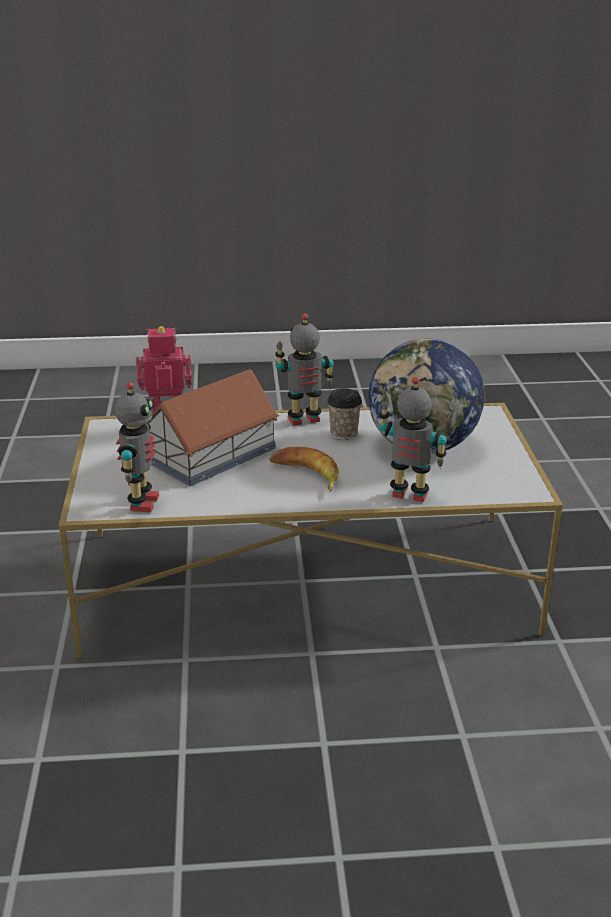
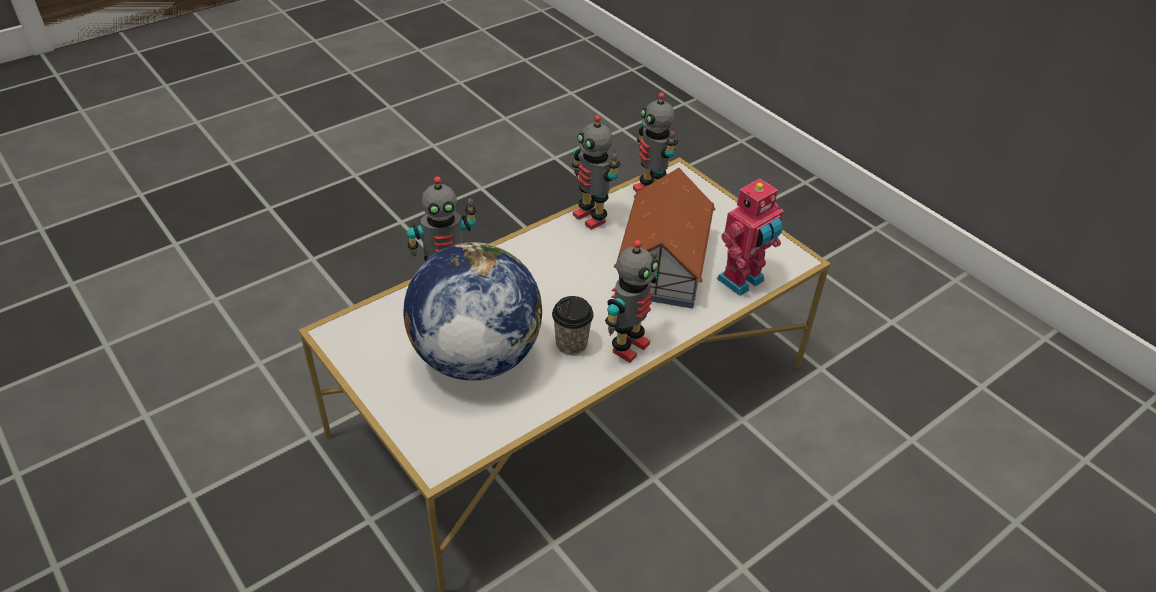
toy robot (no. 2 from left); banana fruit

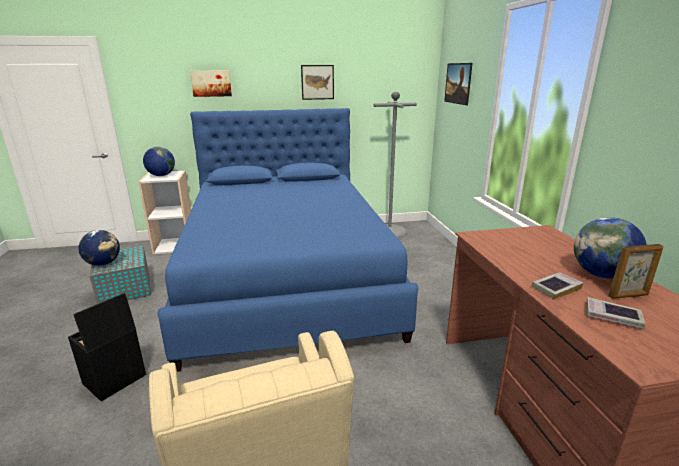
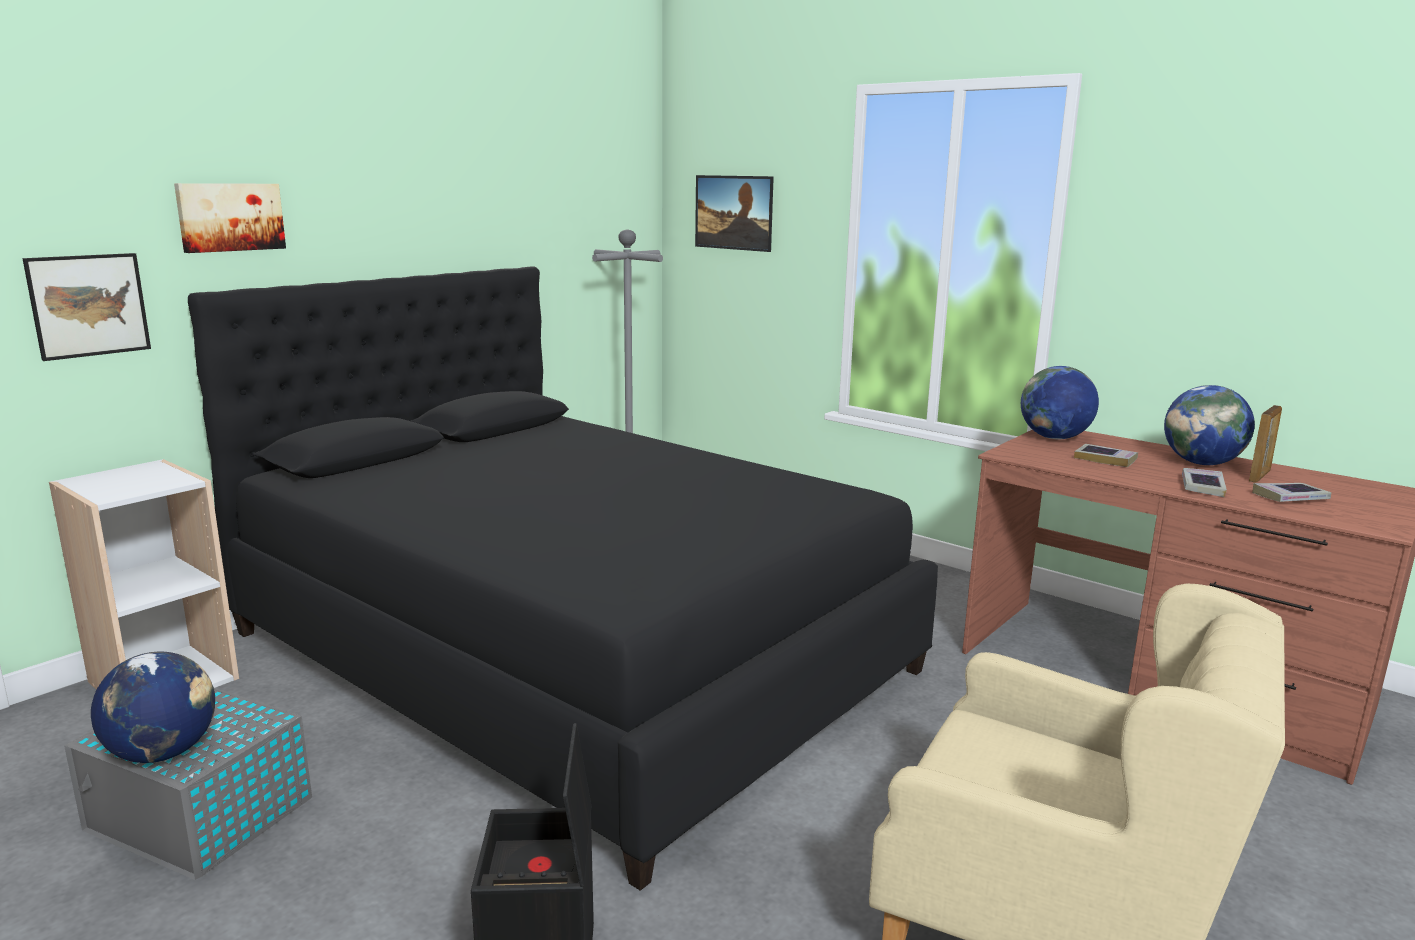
picture (no. 1 from left); bedroom bed (black-coloured); desk globe (no. 2 from left); book (no. 1 from left)

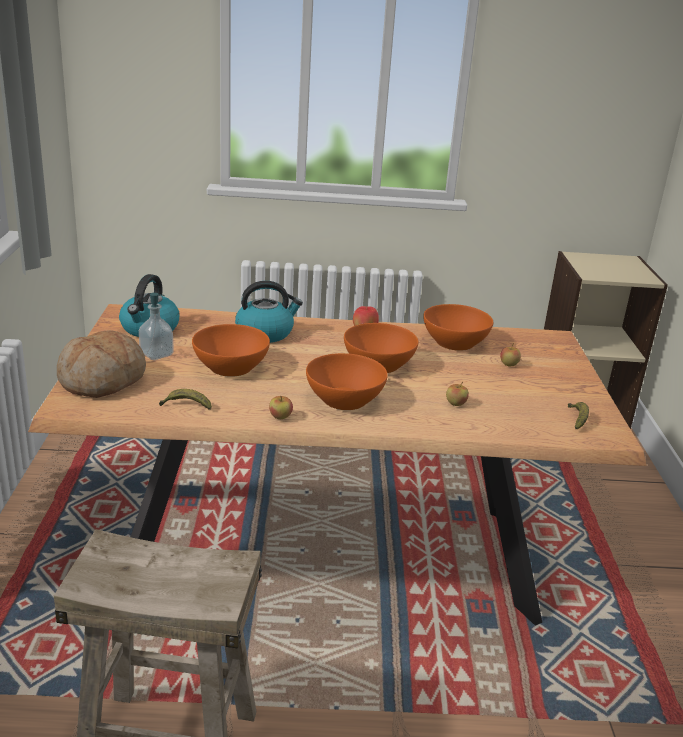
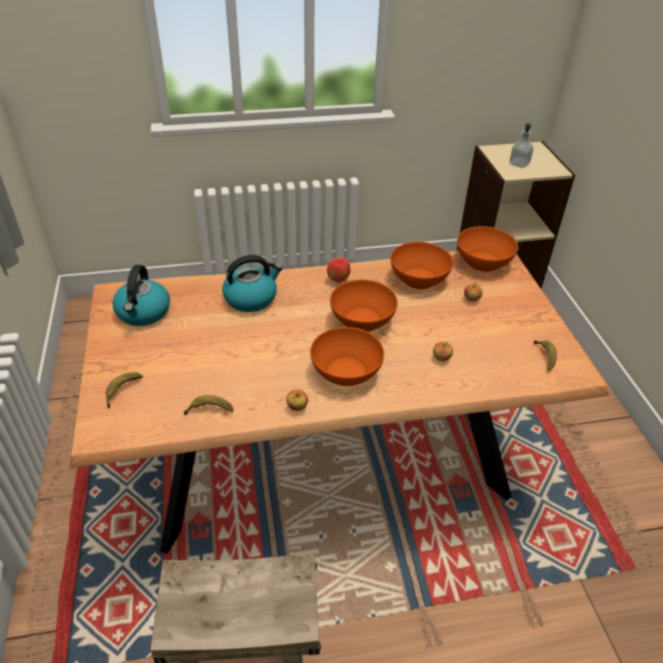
banana fruit (no. 1 from left); serving bowl (orangey) (no. 4 from left); soap dispenser

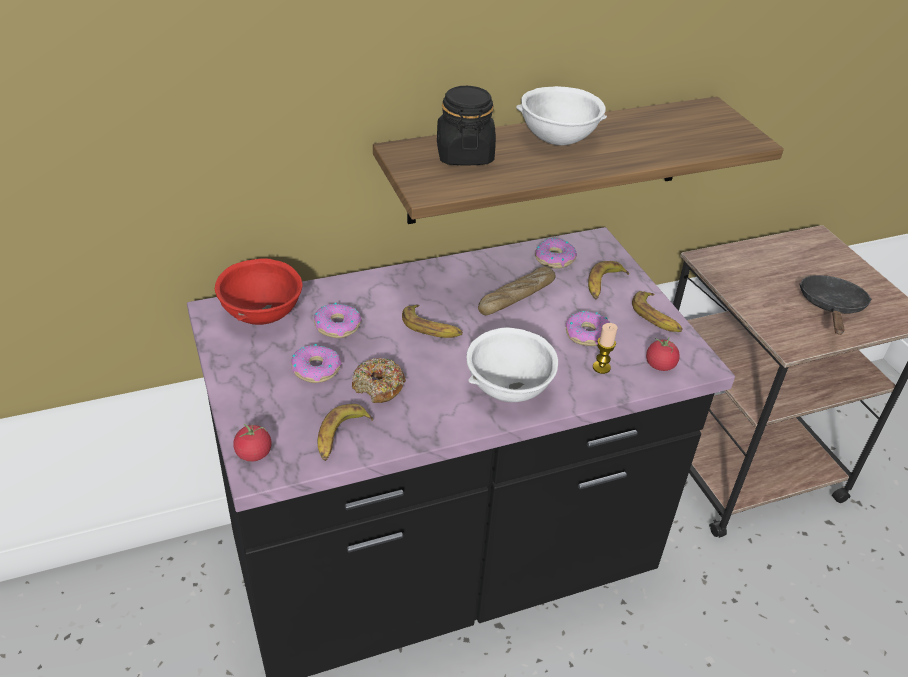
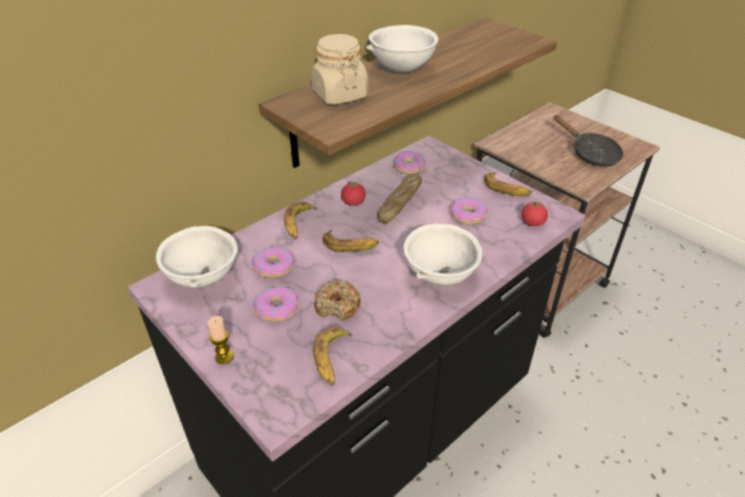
serving bowl (whitish) (no. 1 from left); wax light; banana fruit (no. 1 from left); storage jar (sand-coloured); fresh tomato (no. 1 from left); skillet (black-coloured)

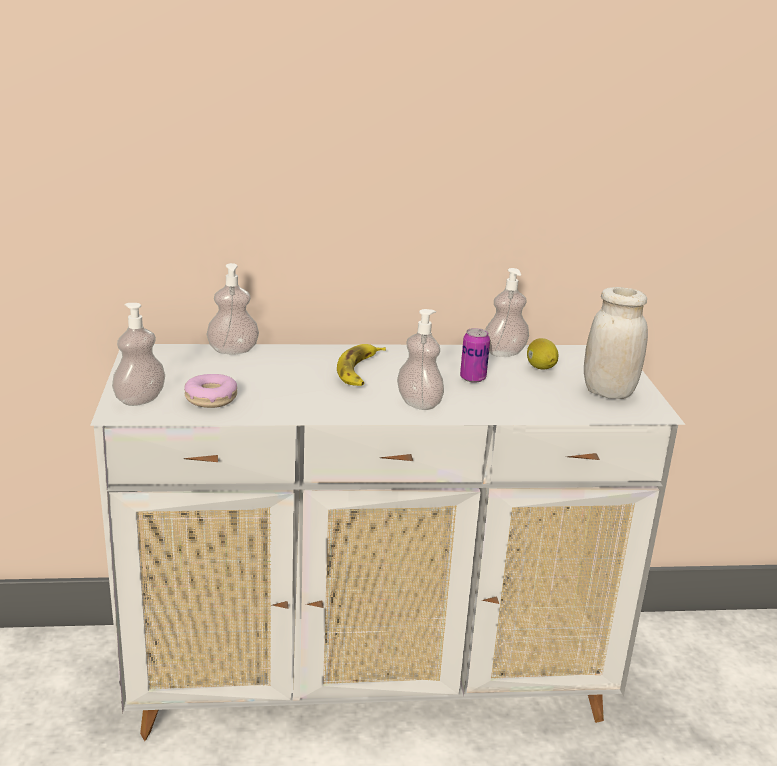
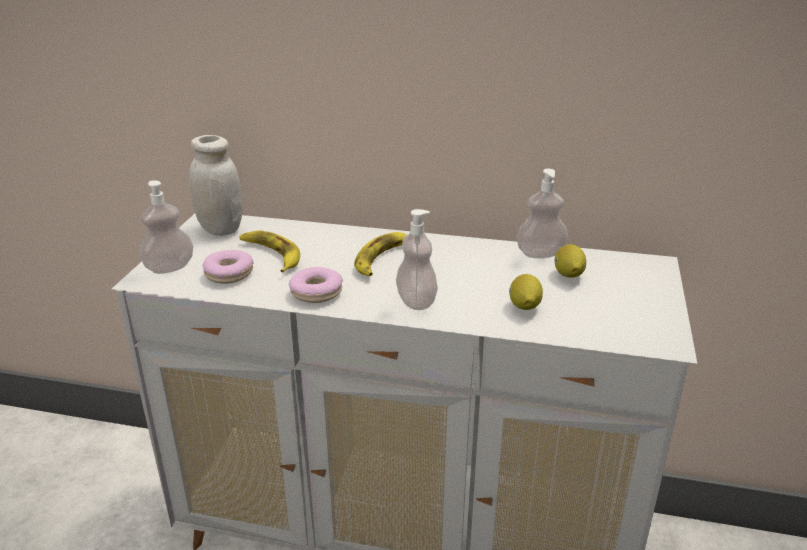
storage jar (whitish); banana fruit (no. 1 from left); doughnut (no. 2 from left); lemon (no. 1 from left); soap dispenser (no. 2 from left in the first image); metal can

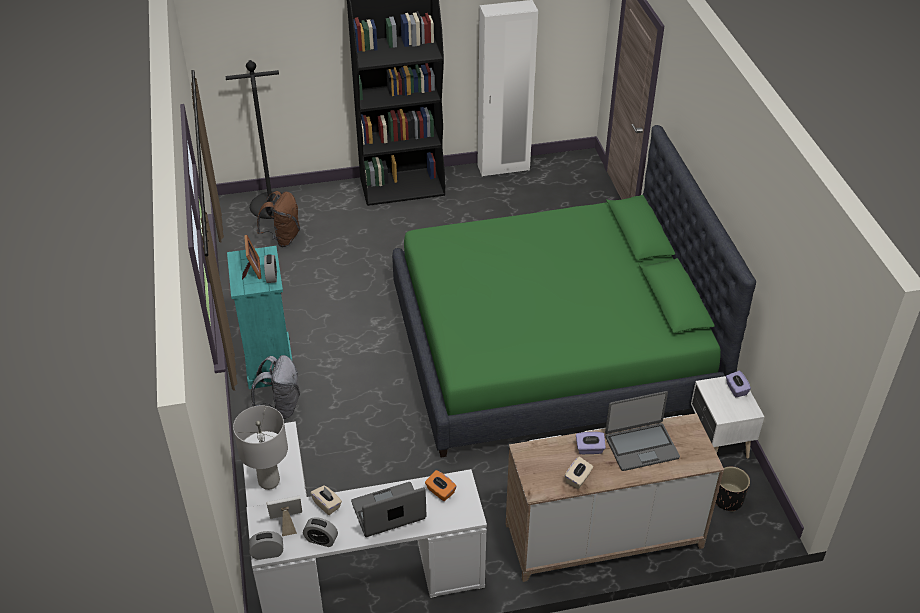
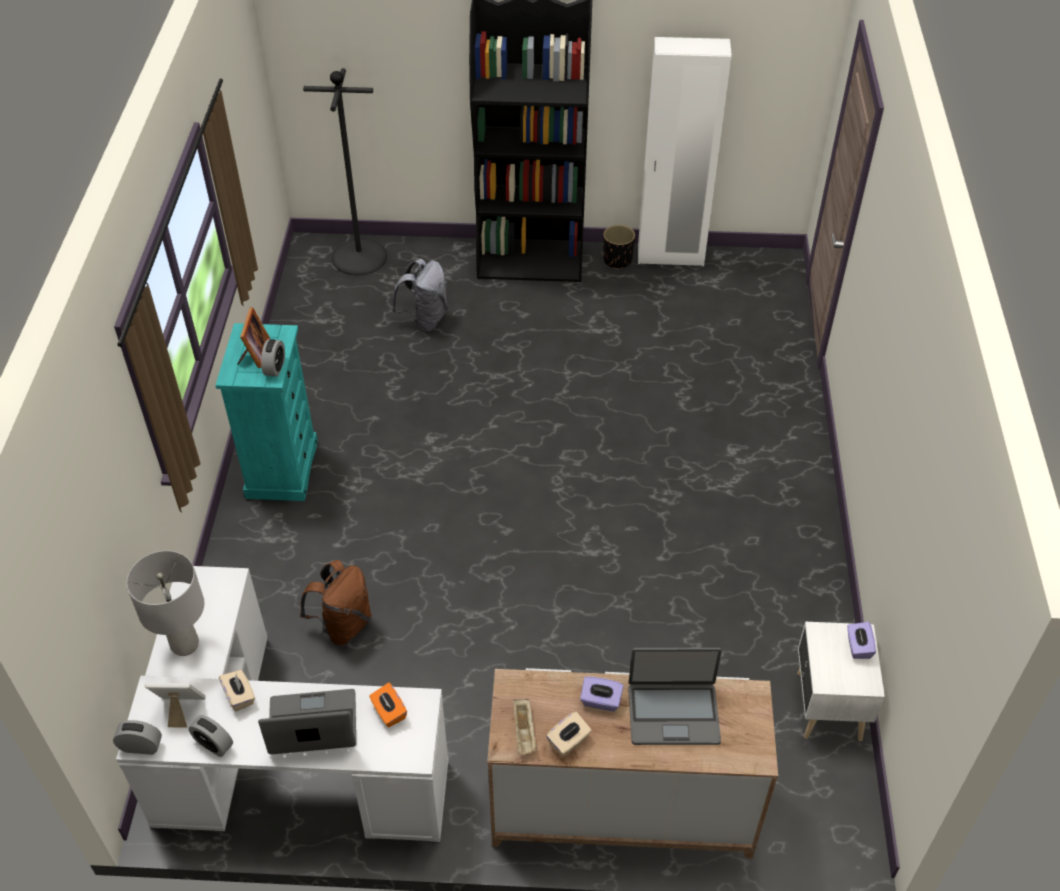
rucksack (brown-coloured); rucksack (gray); tray (sand-coloured); planter (black-coloured); bedroom bed (greenish)

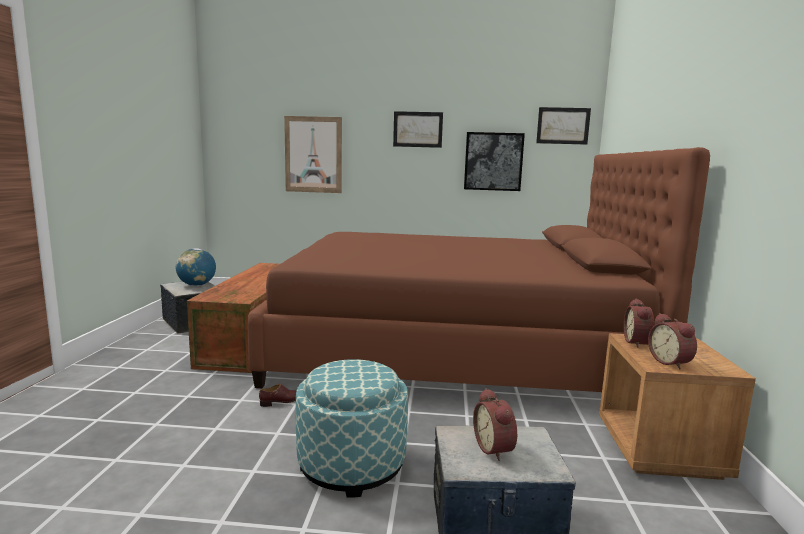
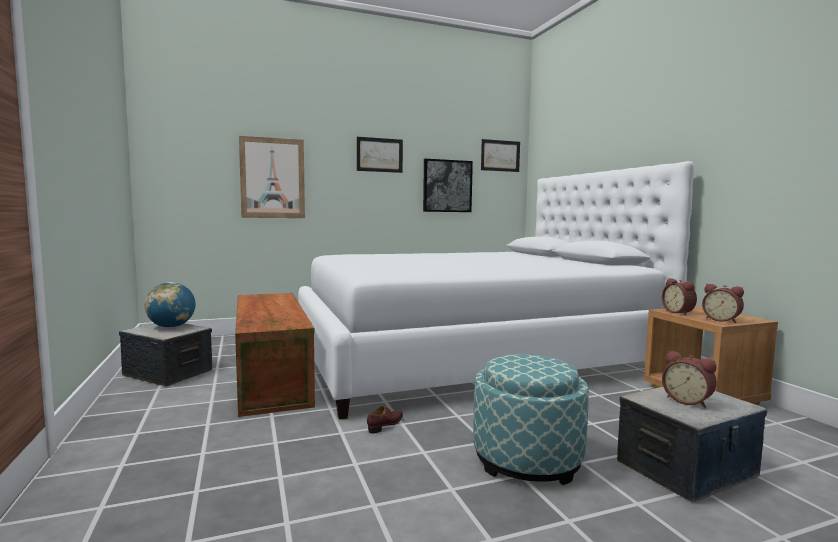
bedroom bed (whitish)

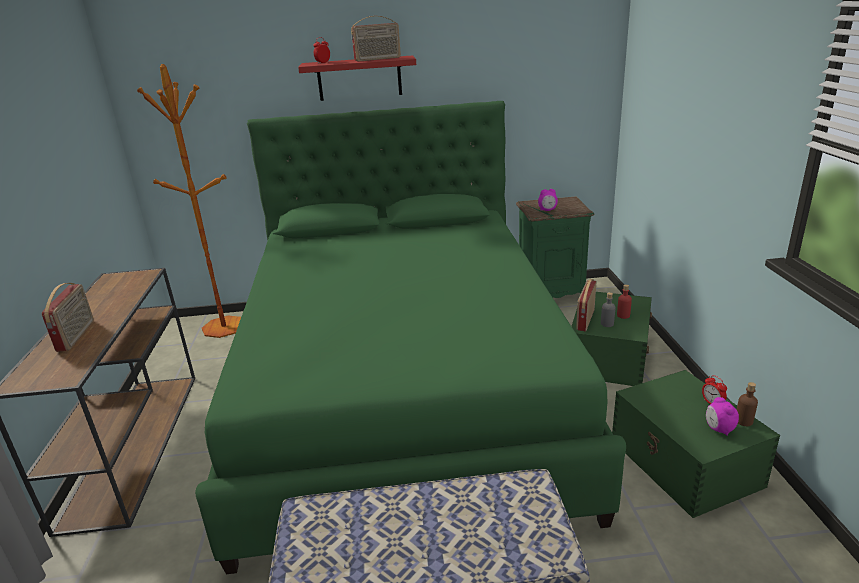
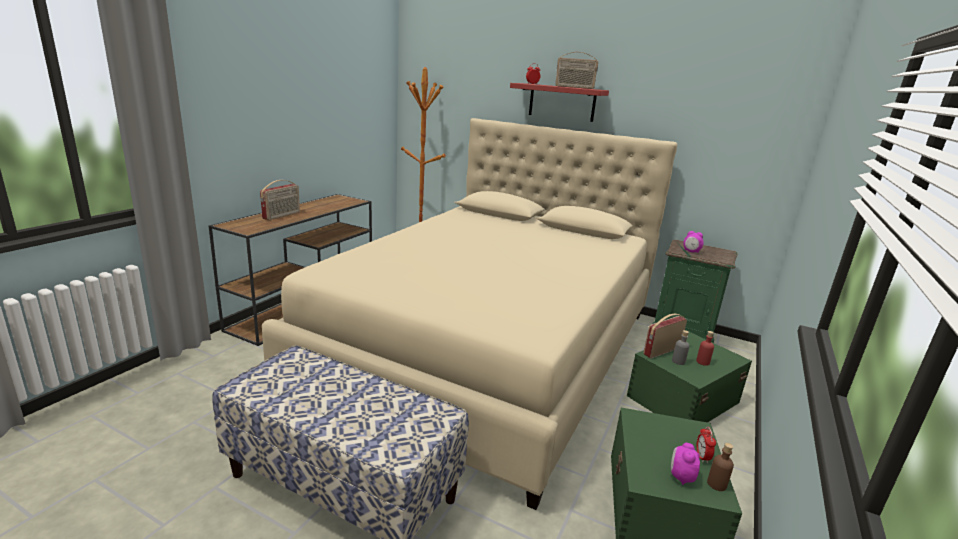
bedroom bed (sand-coloured)

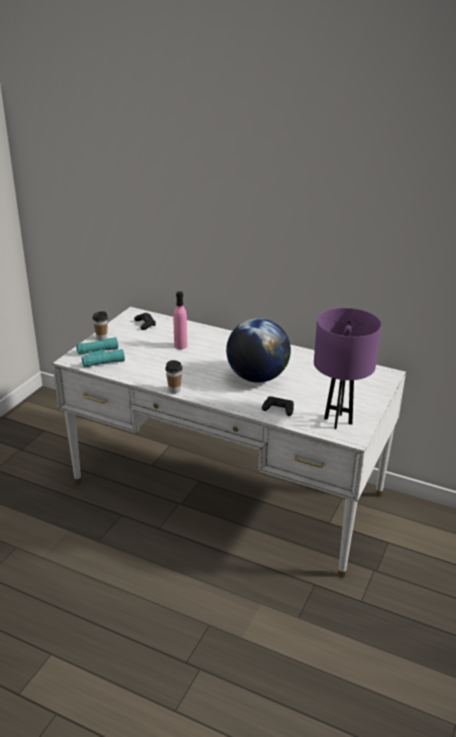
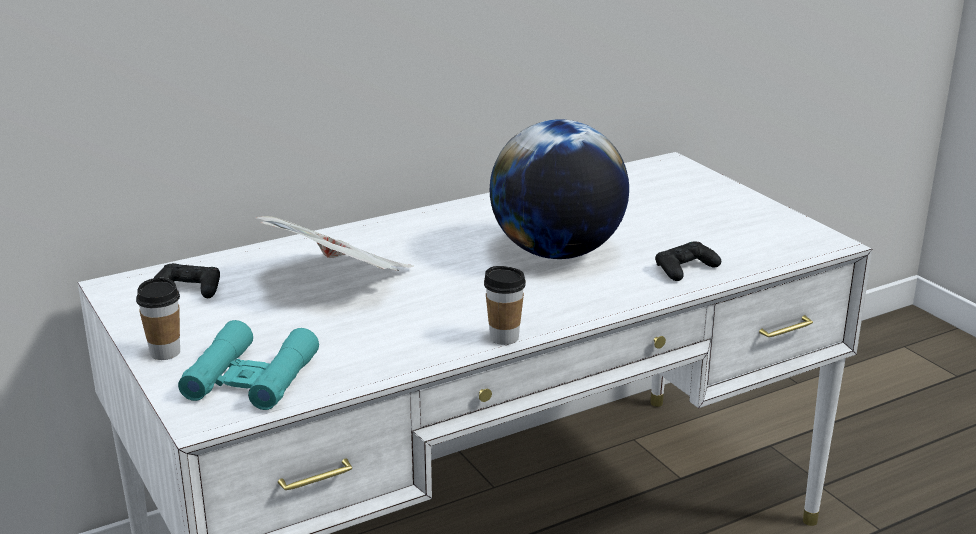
printed paper; table lamp (purplish)

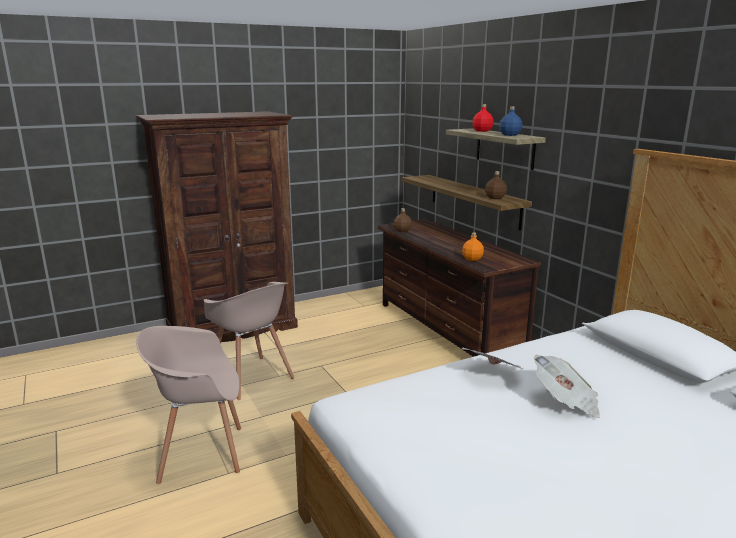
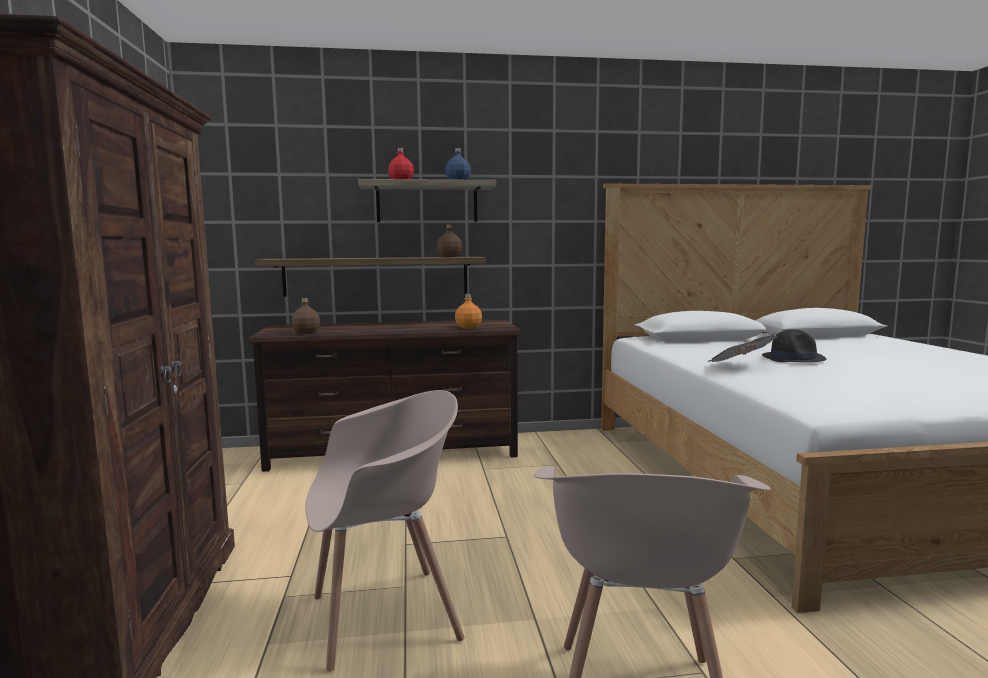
hat (black-coloured)

